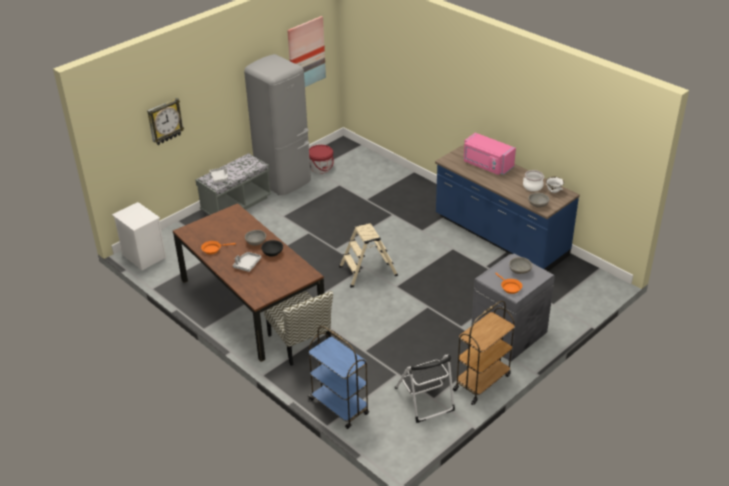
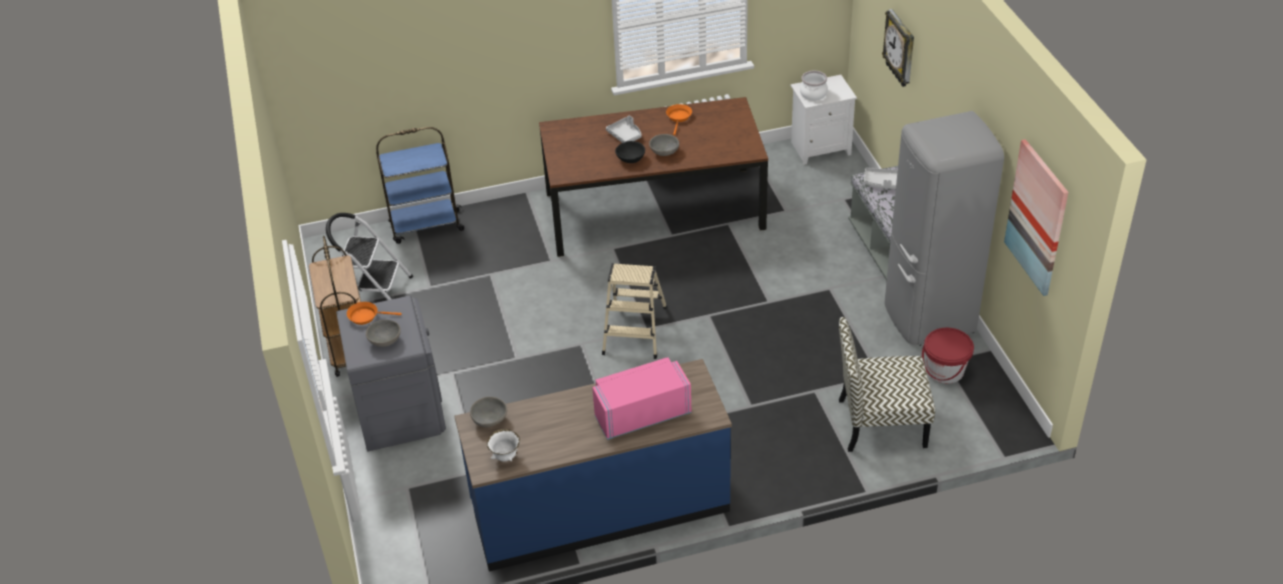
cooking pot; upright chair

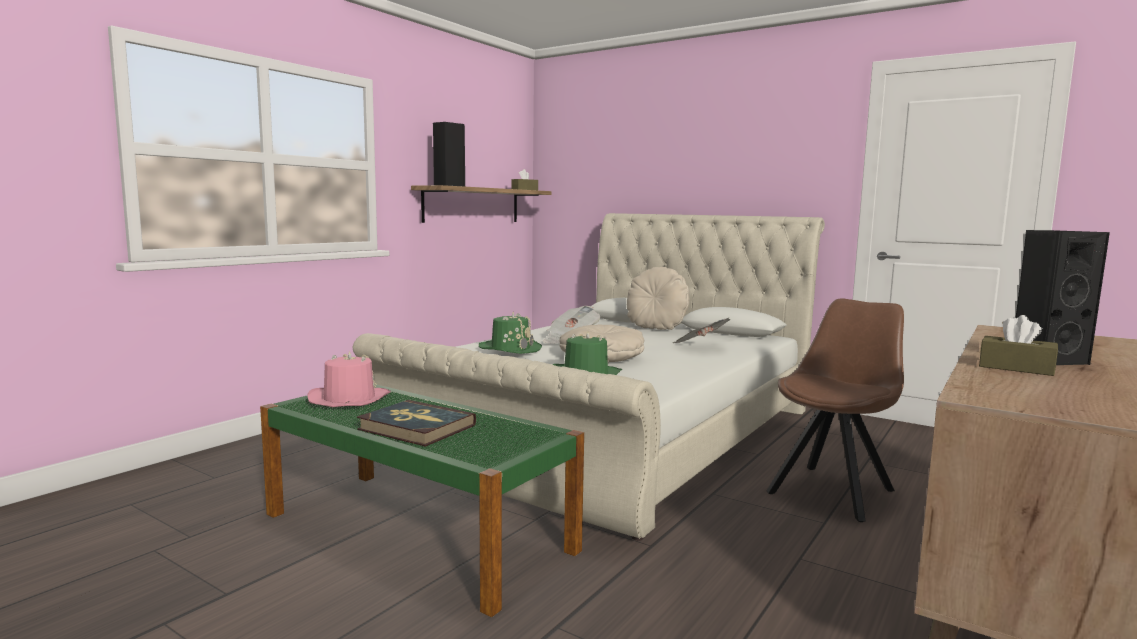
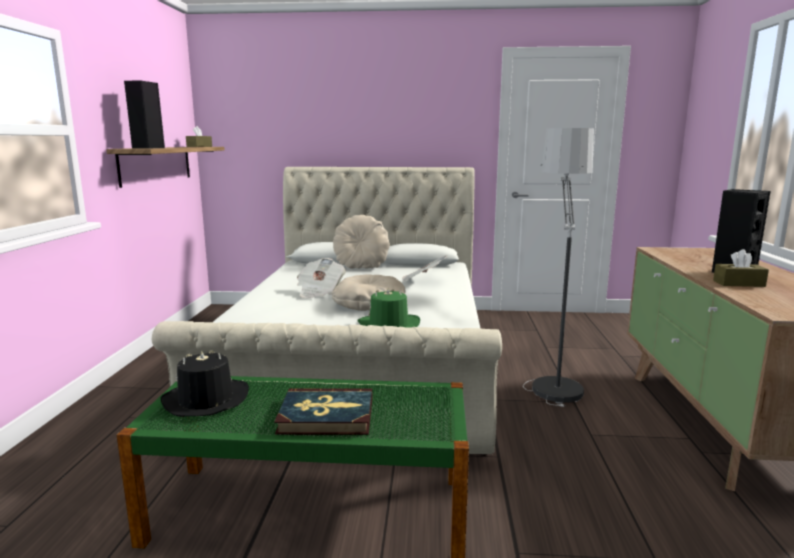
hat (black-coloured); floor lamp; hat (greenish) (no. 1 from left in the first image)

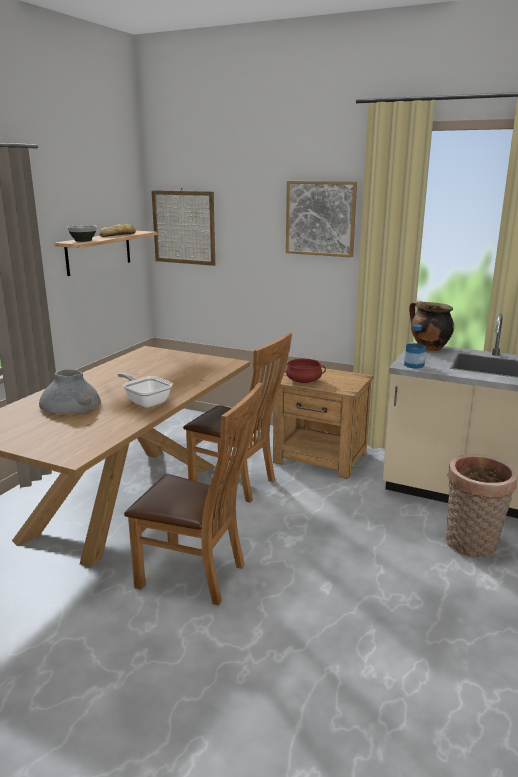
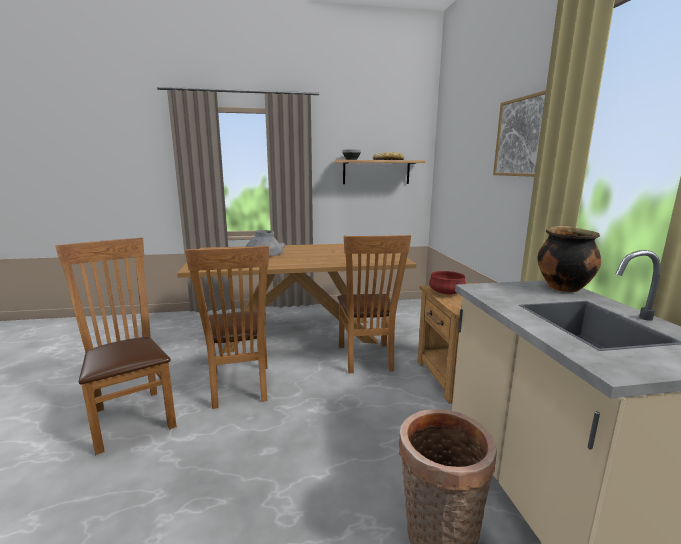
upright chair (brown-coloured) (no. 1 from left); skillet; picture (no. 1 from left in the first image); drink bottle

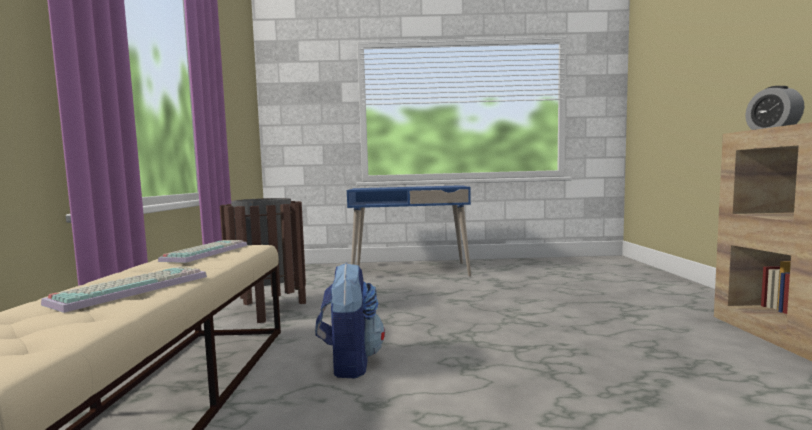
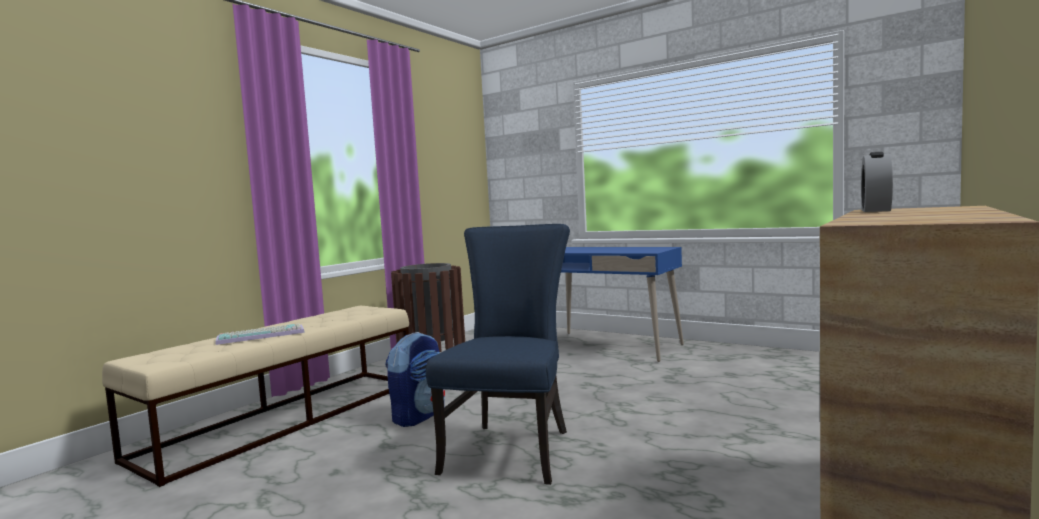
upright chair (blue); PC keyboard (no. 2 from left in the first image)

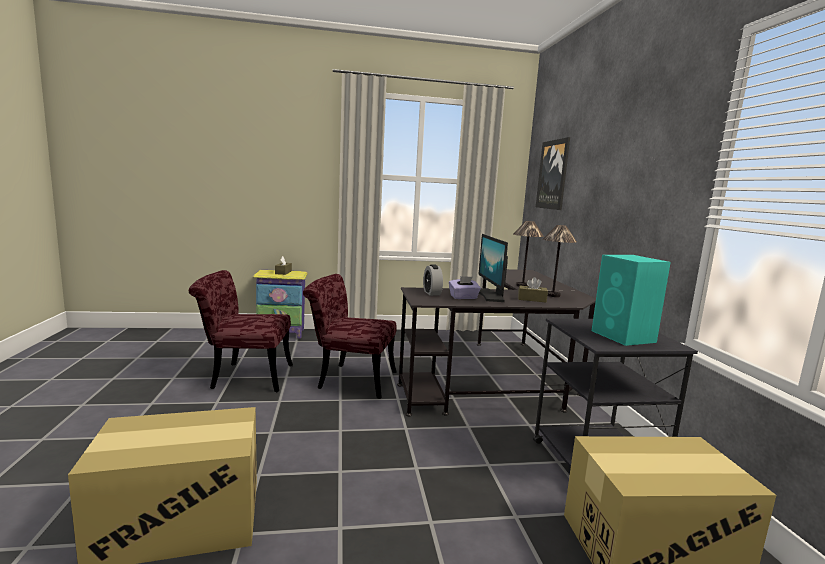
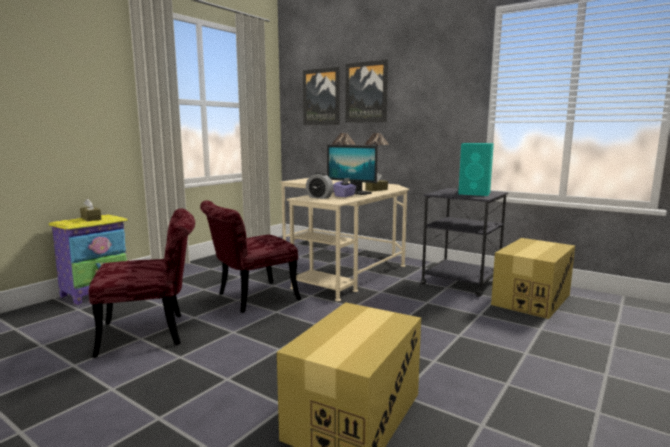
upright chair (reddish) (no. 1 from left); desk table (sand-coloured); picture (no. 2 from left)

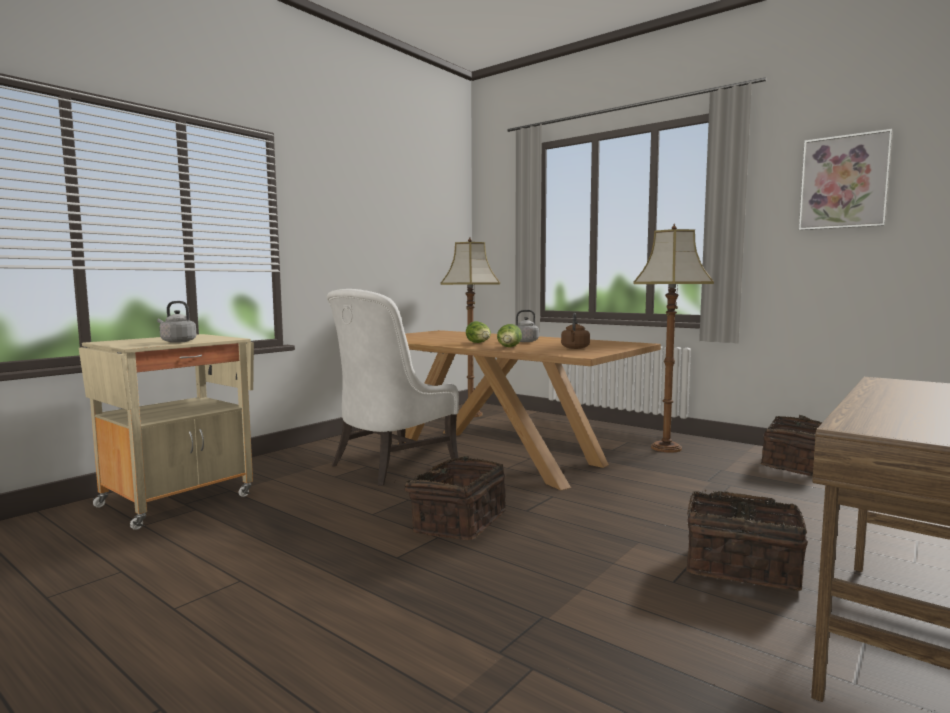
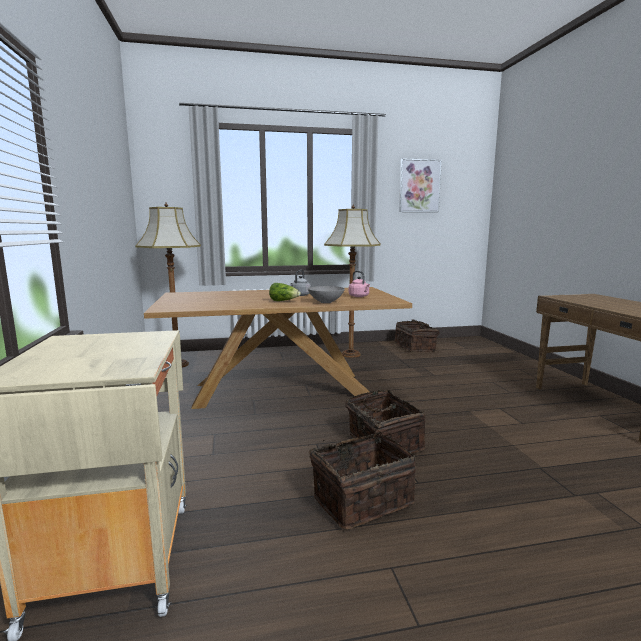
serving bowl (gray); household basket (no. 1 from left); tea kettle (pink-coloured); tea kettle (gray) (no. 1 from left in the first image); upright chair (whitish)

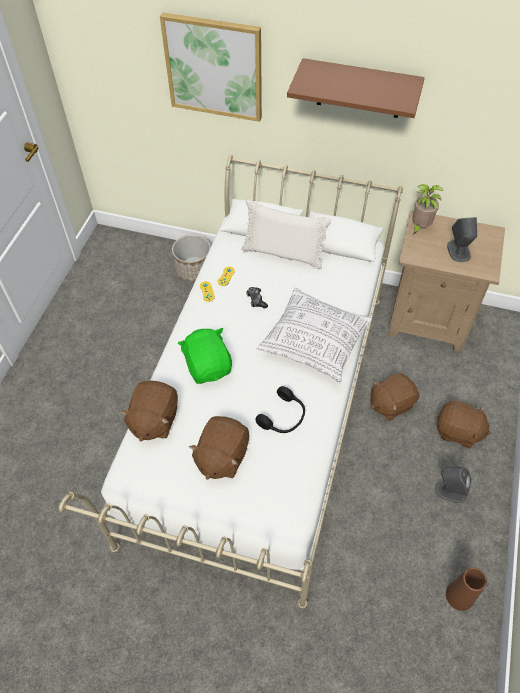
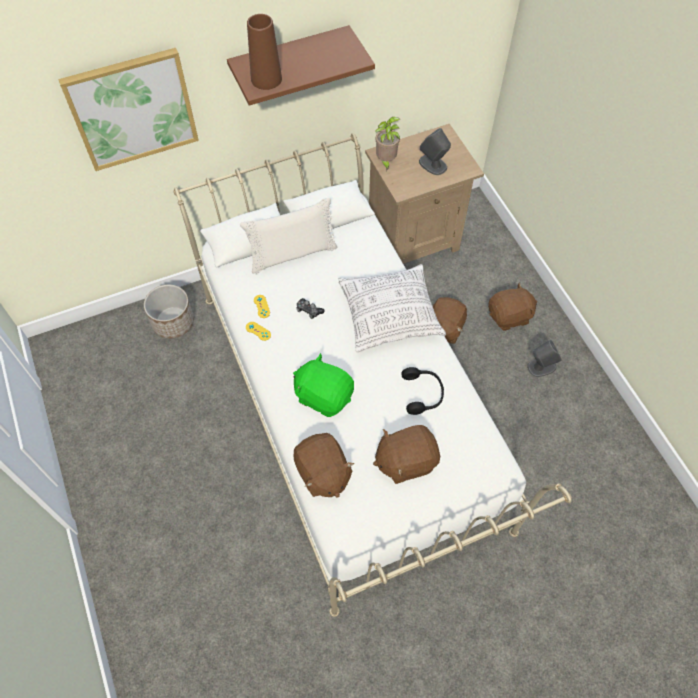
decorative vase (brown-coloured); plush toy (brown-coloured) (no. 2 from left)

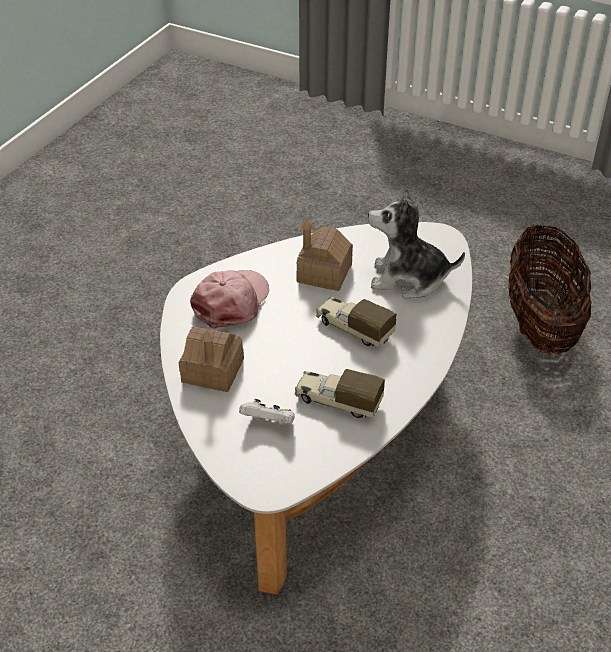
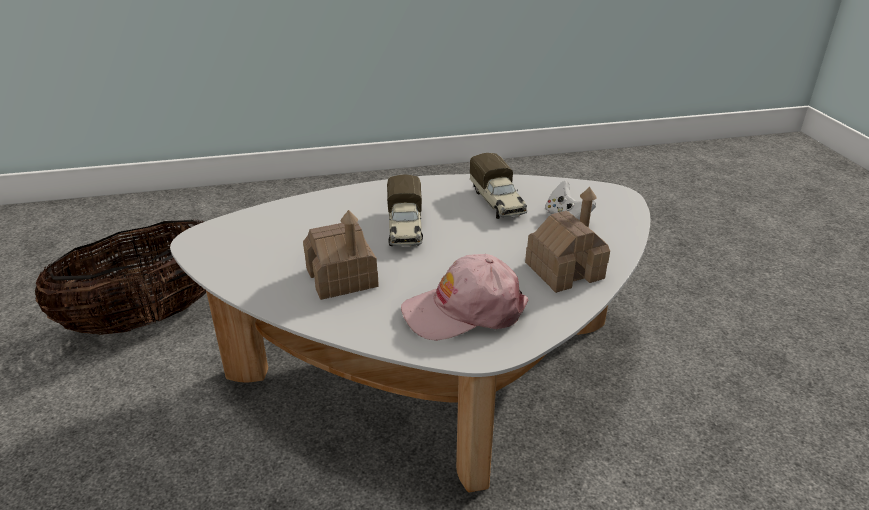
plush toy

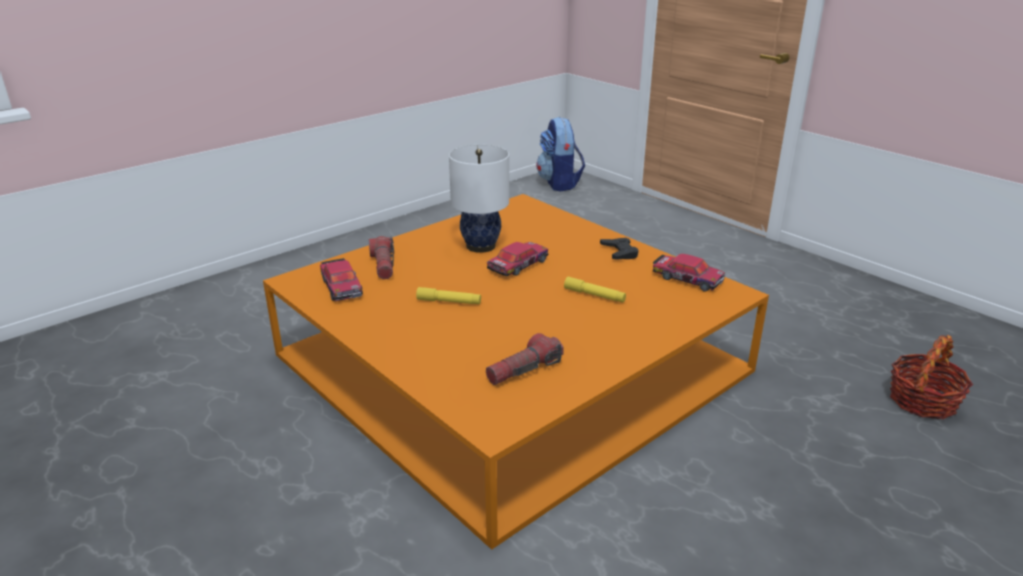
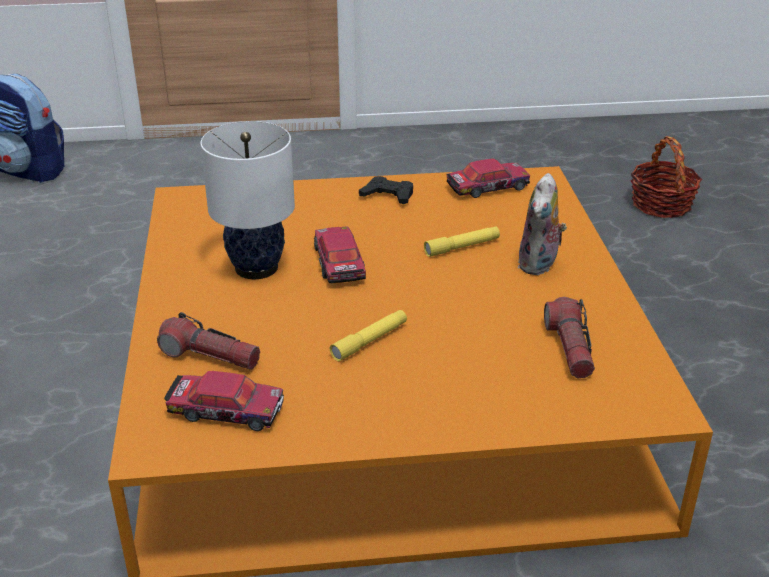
plush toy

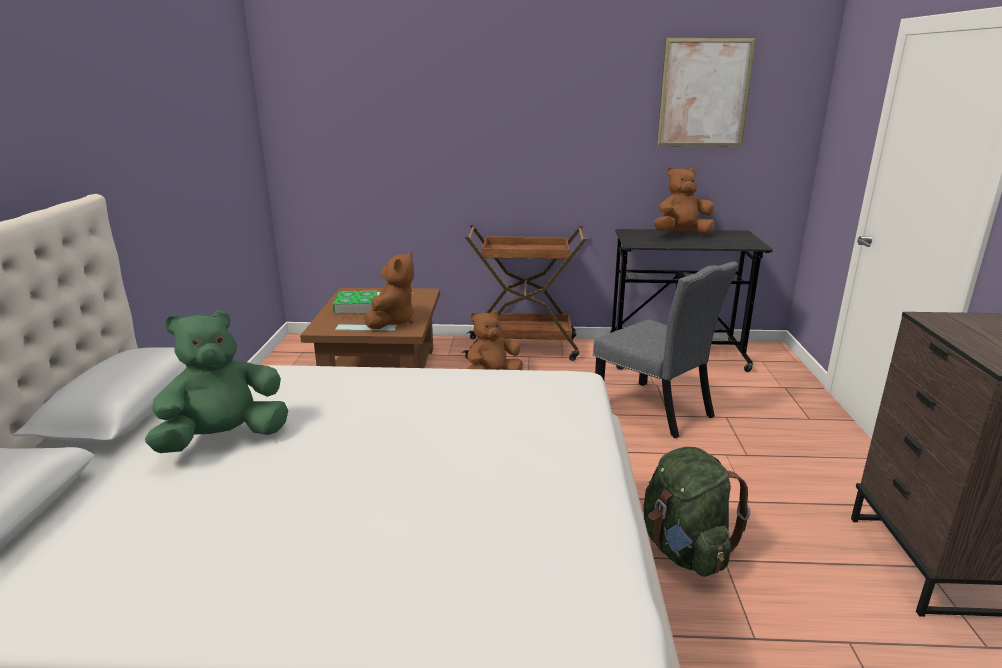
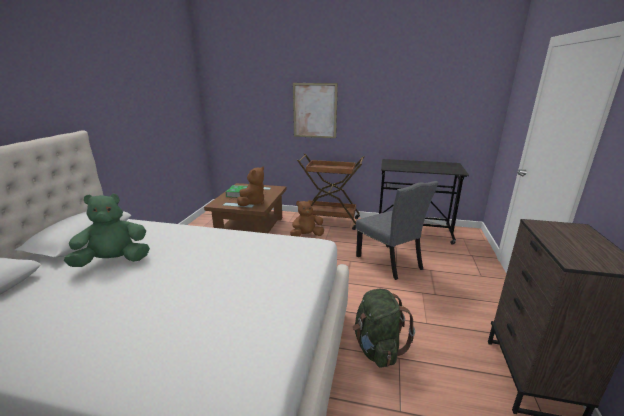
picture; plush toy (brown-coloured) (no. 3 from left in the first image)

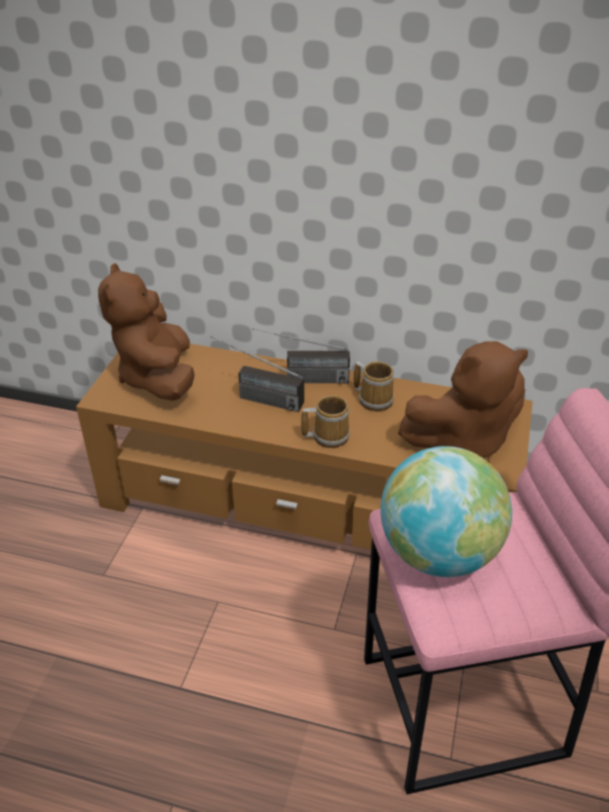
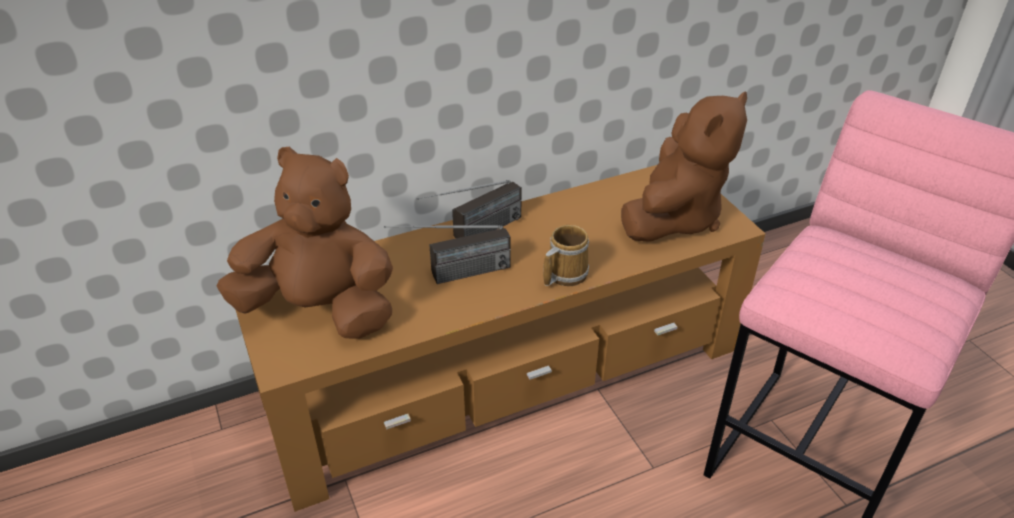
plush toy (brown-coloured) (no. 1 from left); mug (no. 2 from left in the first image); desk globe

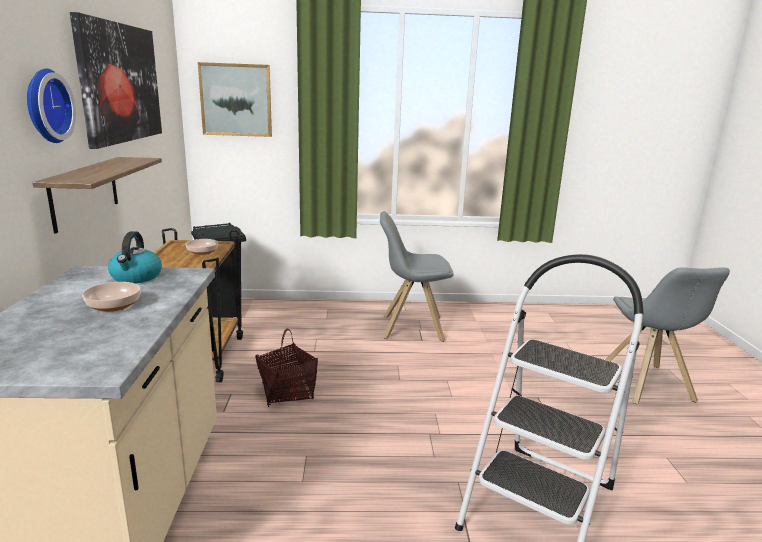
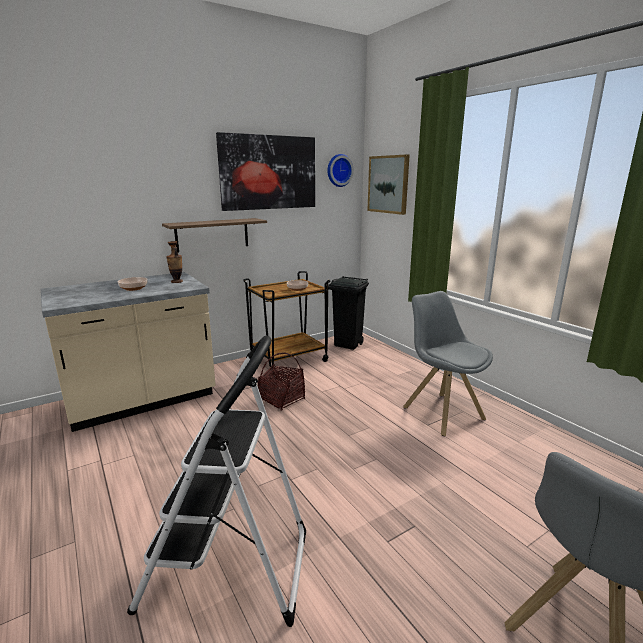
decorative vase; hanging clock

